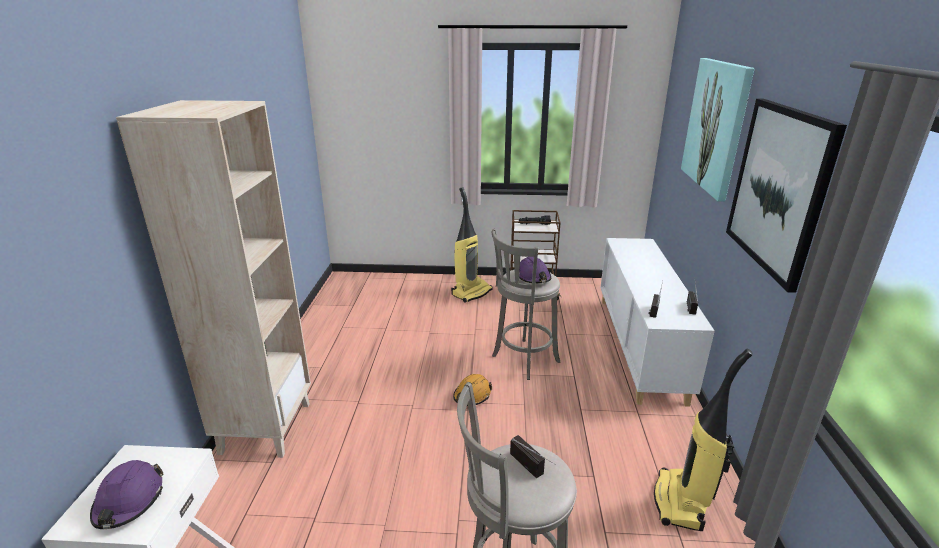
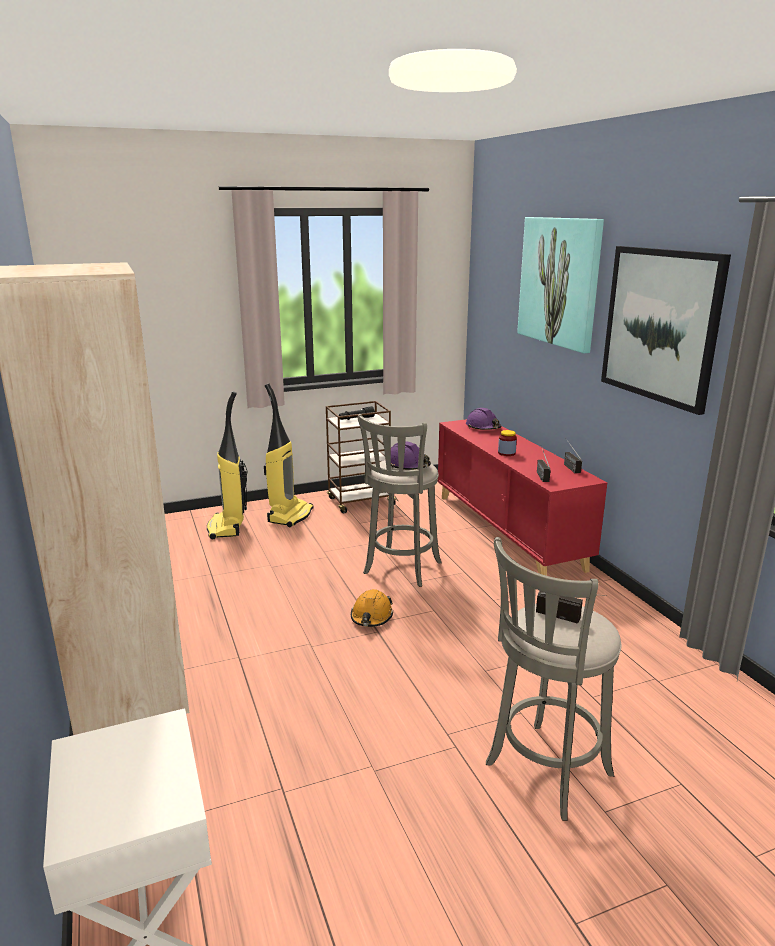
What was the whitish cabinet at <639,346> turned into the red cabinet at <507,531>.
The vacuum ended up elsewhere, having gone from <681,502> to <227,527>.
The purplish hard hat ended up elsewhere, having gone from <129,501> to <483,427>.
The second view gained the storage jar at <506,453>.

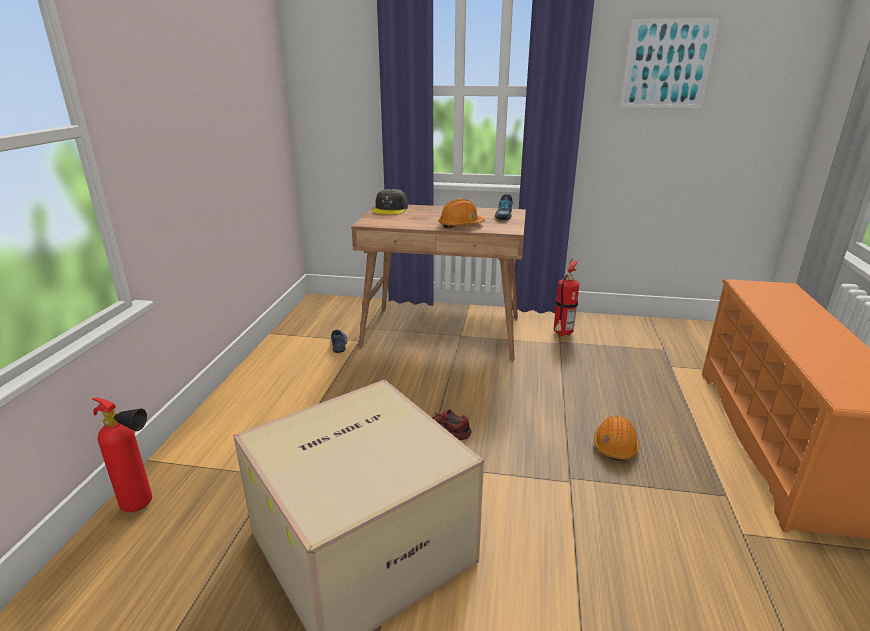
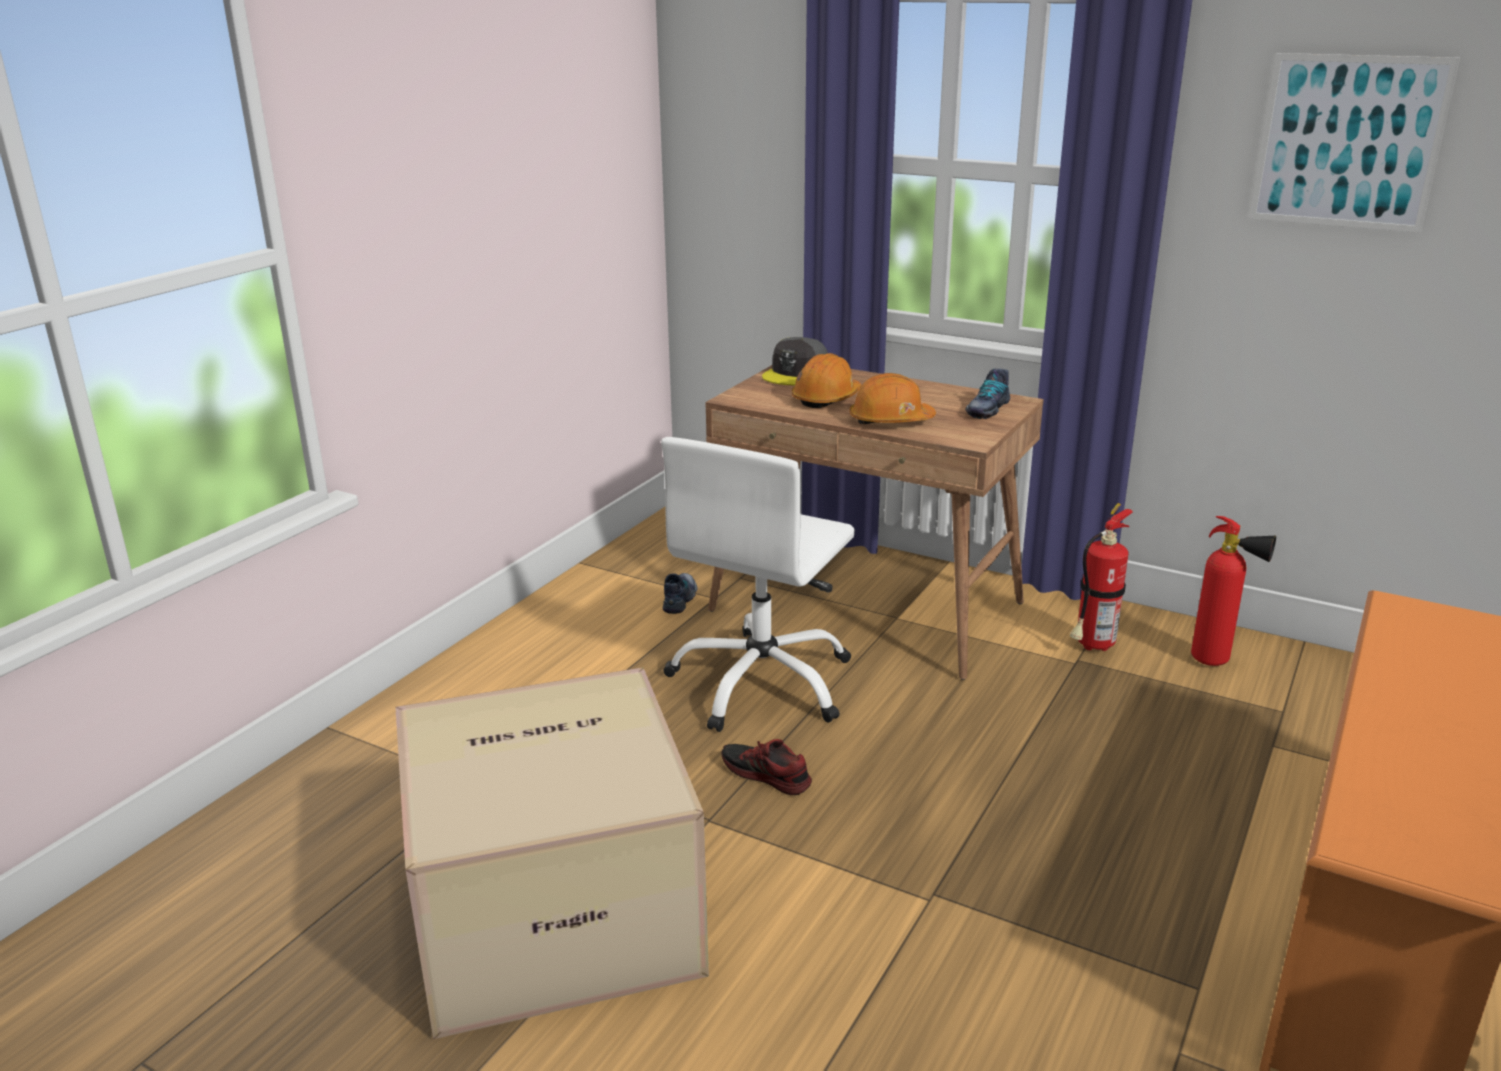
The extinguisher ended up elsewhere, having gone from <143,506> to <1218,663>.
The orangey hard hat ended up elsewhere, having gone from <615,446> to <826,398>.
The second view gained the whitish desk chair at <762,682>.

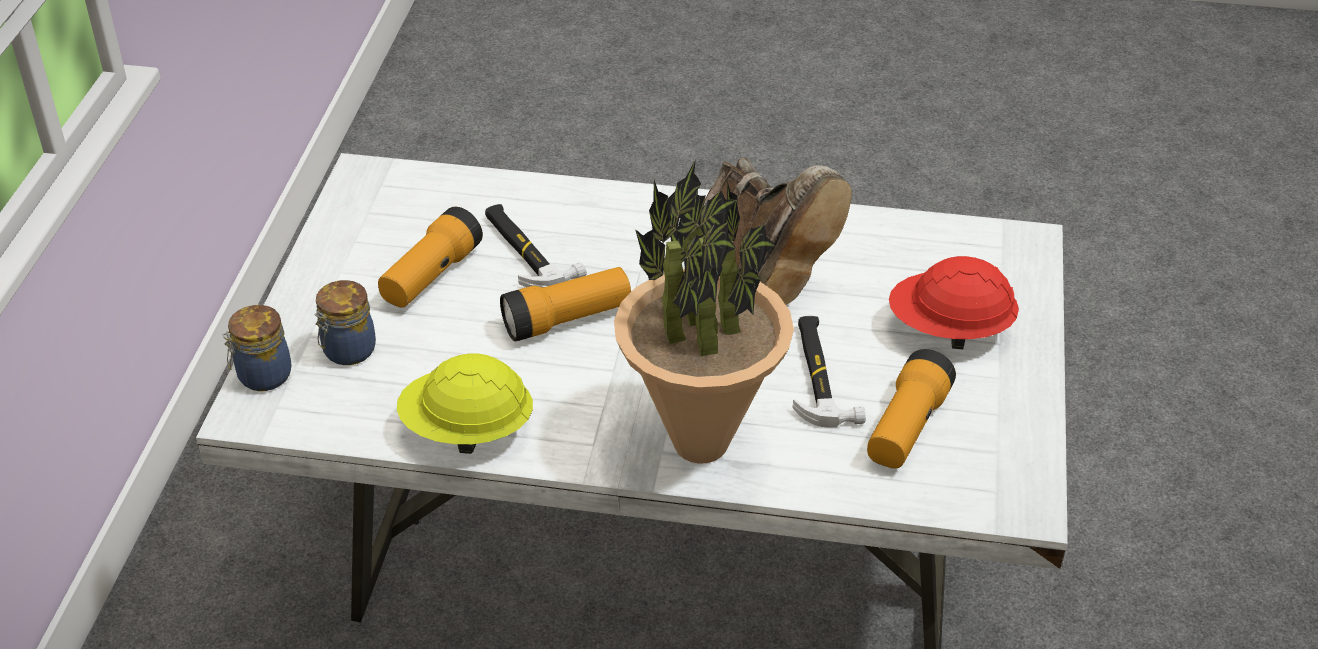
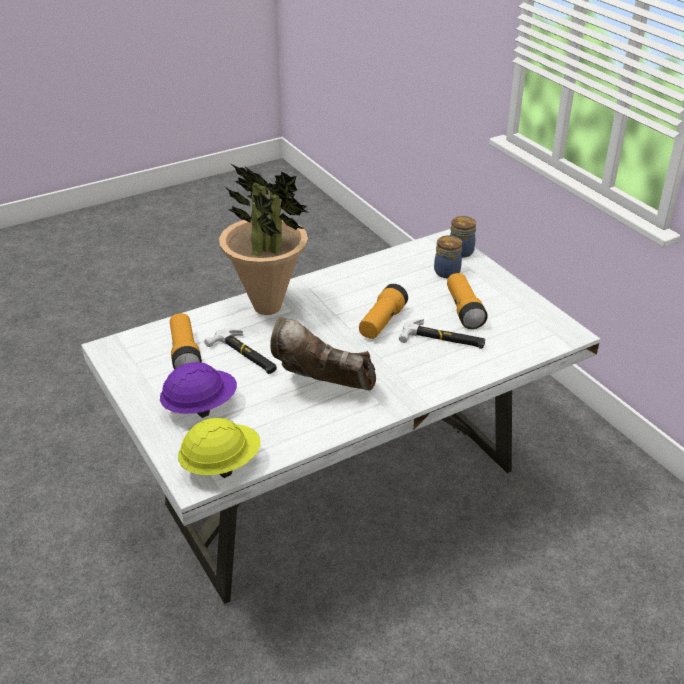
What was the red hard hat at <949,330> turned into the purplish hard hat at <200,406>.
The yellow-coloured hard hat ended up elsewhere, having gone from <467,431> to <221,464>.

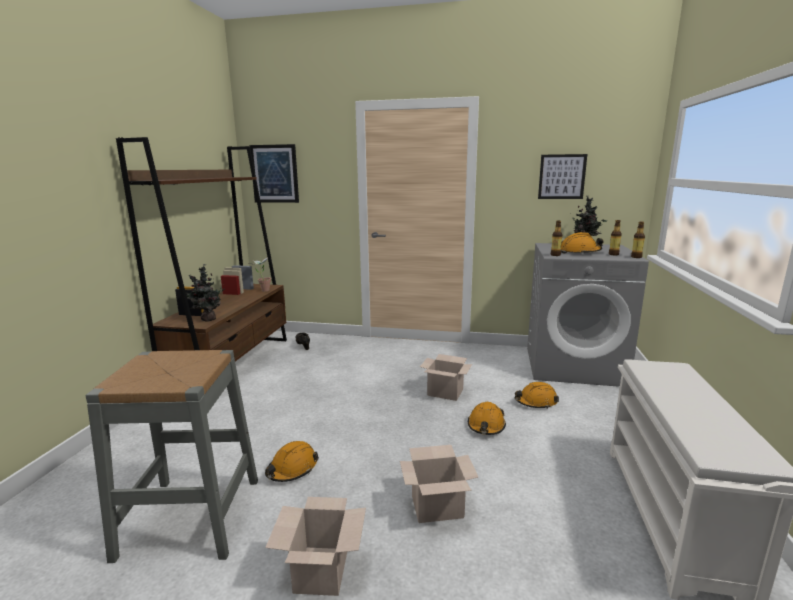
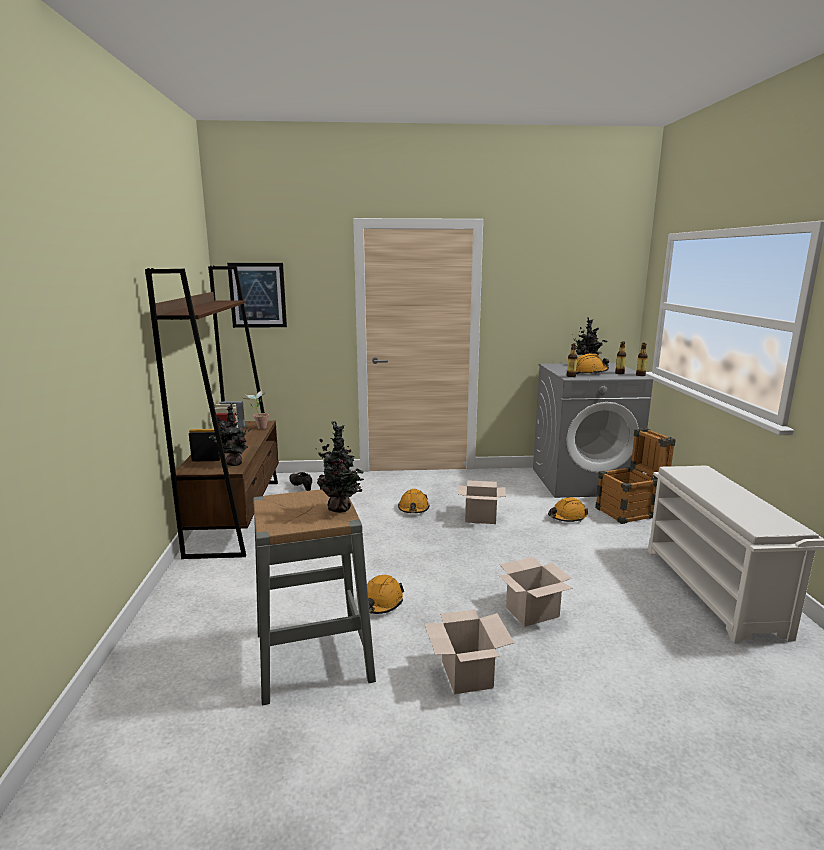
The second view lost the wall art at <562,176>.
The orangey hard hat ended up elsewhere, having gone from <486,426> to <413,508>.
The second view gained the houseplant at <341,509>.
The second view gained the packing crate at <630,512>.

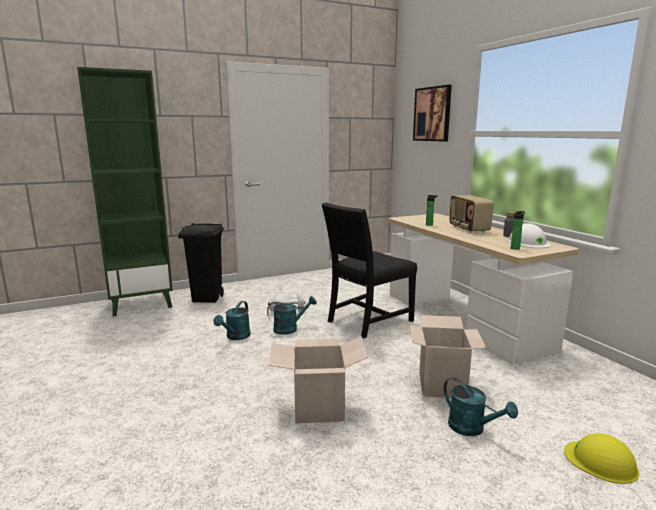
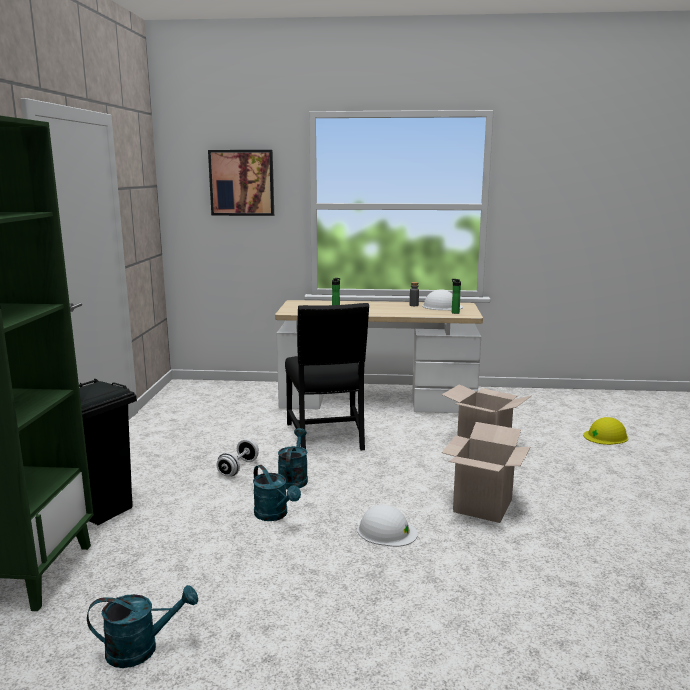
The second view lost the radio at <468,229>.
The turquoise watering can ended up elsewhere, having gone from <472,428> to <141,649>.
The second view gained the whitish hard hat at <386,531>.

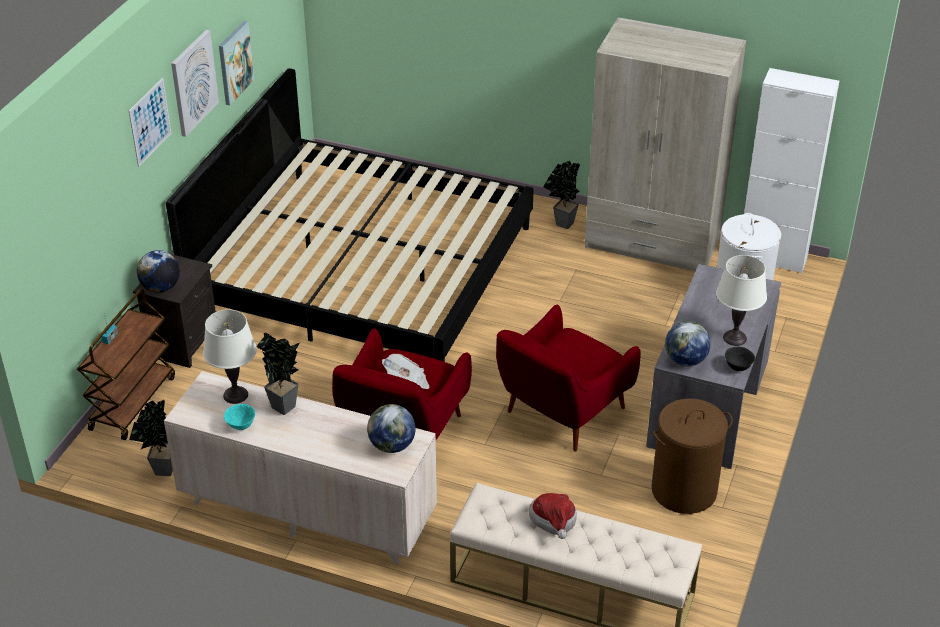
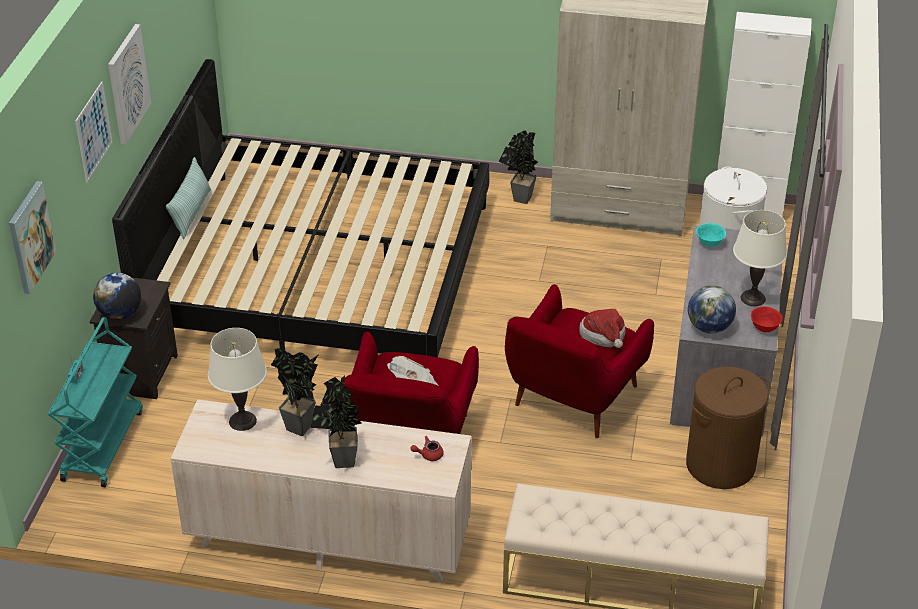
The wall art ended up elsewhere, having gone from <234,62> to <30,237>.
What was the brown trolley at <132,402> turned into the turquoise trolley at <102,444>.
What was the blackish serving bowl at <738,367> turned into the red serving bowl at <764,328>.
The houseplant ended up elsewhere, having gone from <161,472> to <342,463>.
The turquoise serving bowl ended up elsewhere, having gone from <240,426> to <709,243>.
Where the world globe stood at <392,446>, the red pot for tea came to stand at <428,455>.
The clothing hat ended up elsewhere, having gone from <554,522> to <604,337>.
The second view gained the throw pillow at <191,213>.

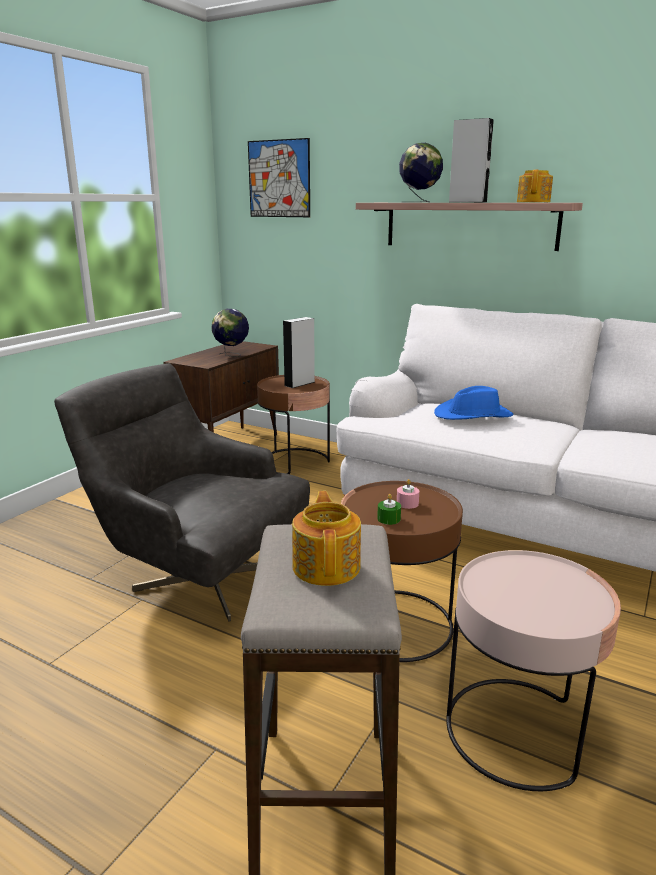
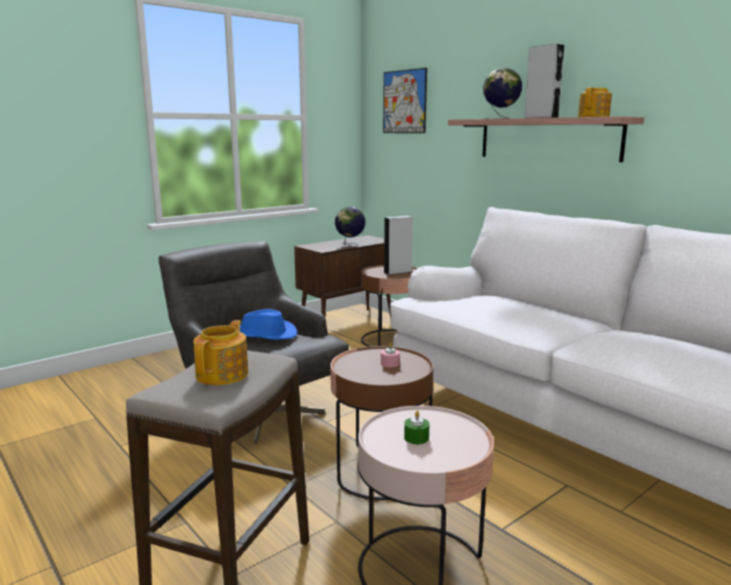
The bluish clothing hat ended up elsewhere, having gone from <473,415> to <262,335>.
The green-coloured wax light ended up elsewhere, having gone from <389,519> to <416,438>.

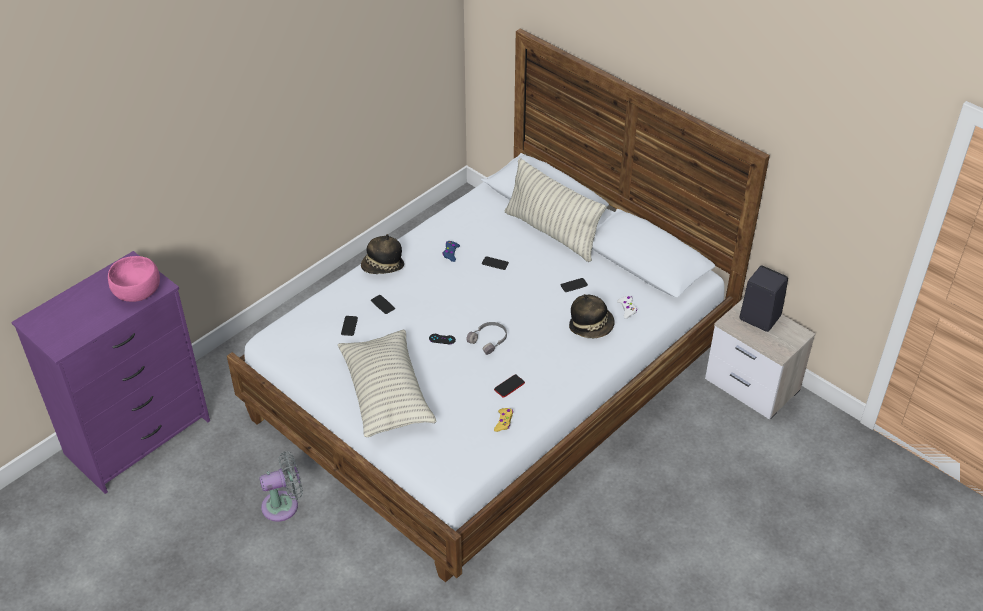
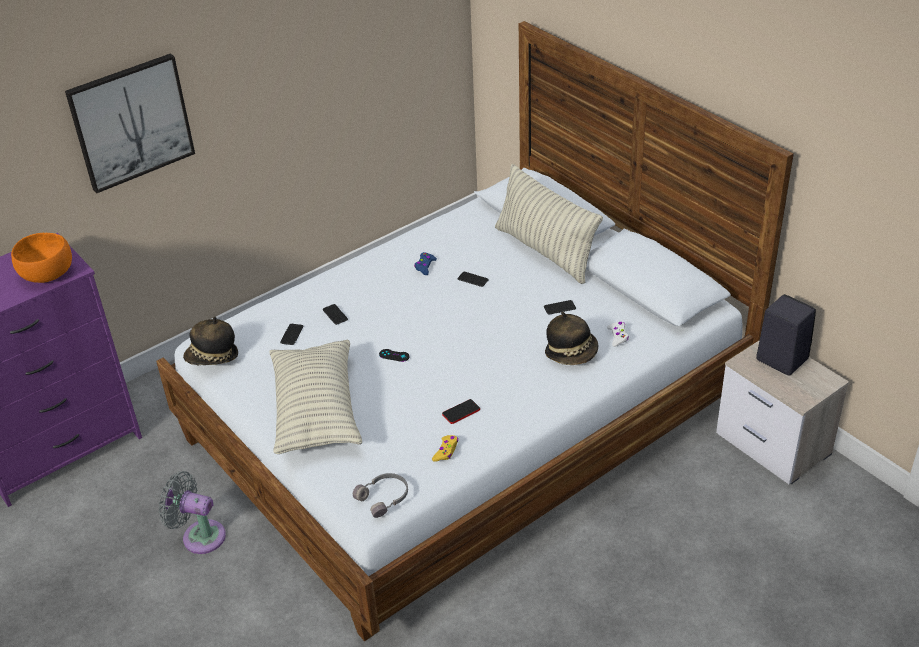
The clothing hat ended up elsewhere, having gone from <383,267> to <212,358>.
What was the pink serving bowl at <138,292> turned into the orangey serving bowl at <48,274>.
The gray headset ended up elsewhere, having gone from <489,340> to <384,498>.
The gray electric fan at <284,505> ended up facing another way, 150 degrees counterclockwise from before.
The second view gained the wall art at <131,122>.

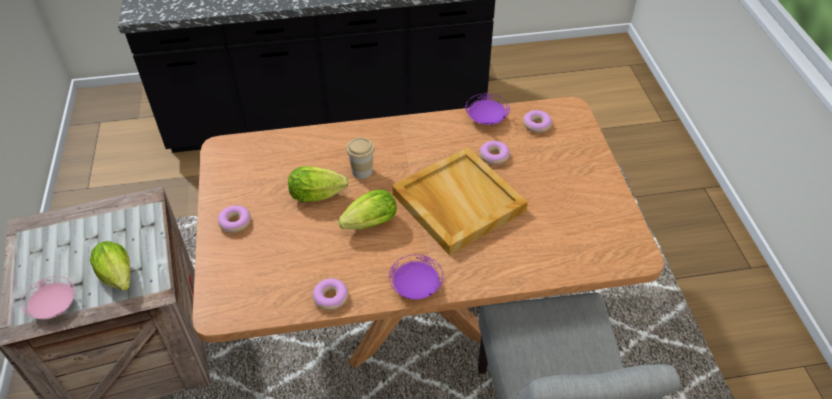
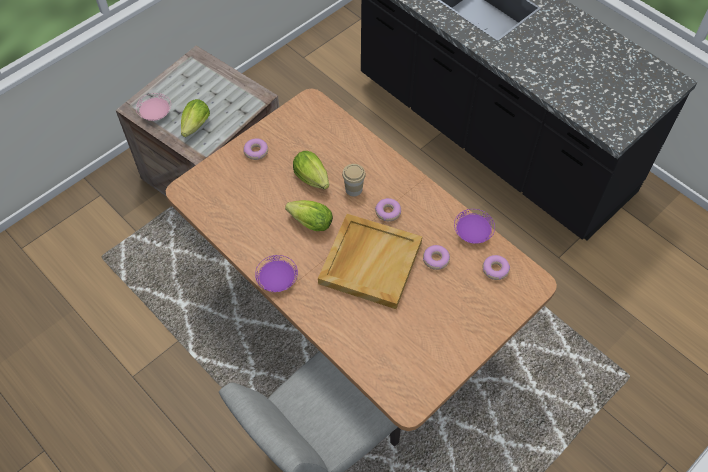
The donut ended up elsewhere, having gone from <330,297> to <388,212>.

